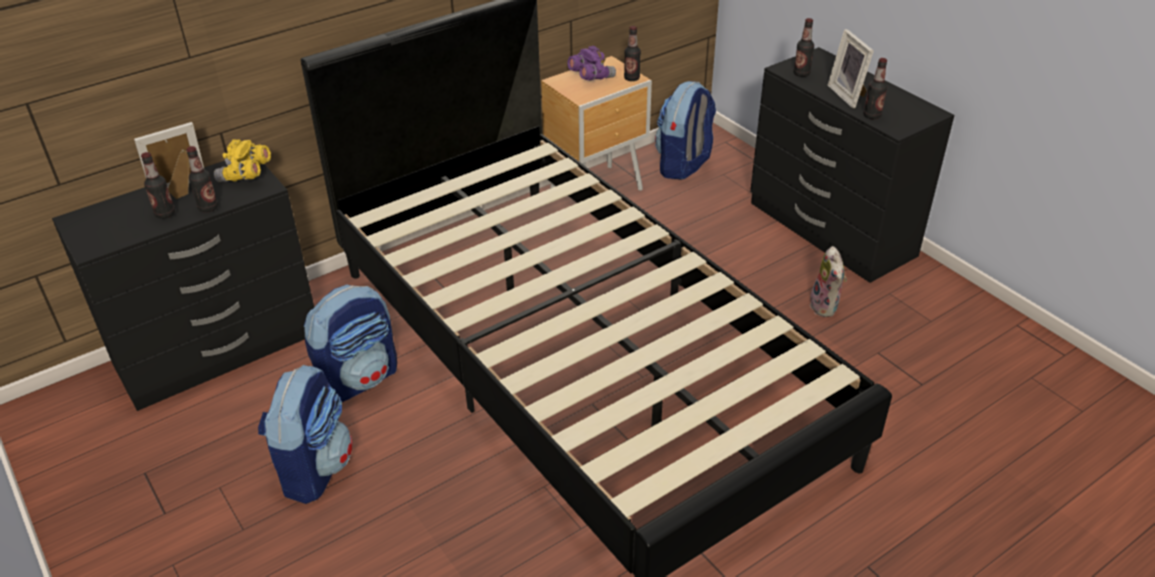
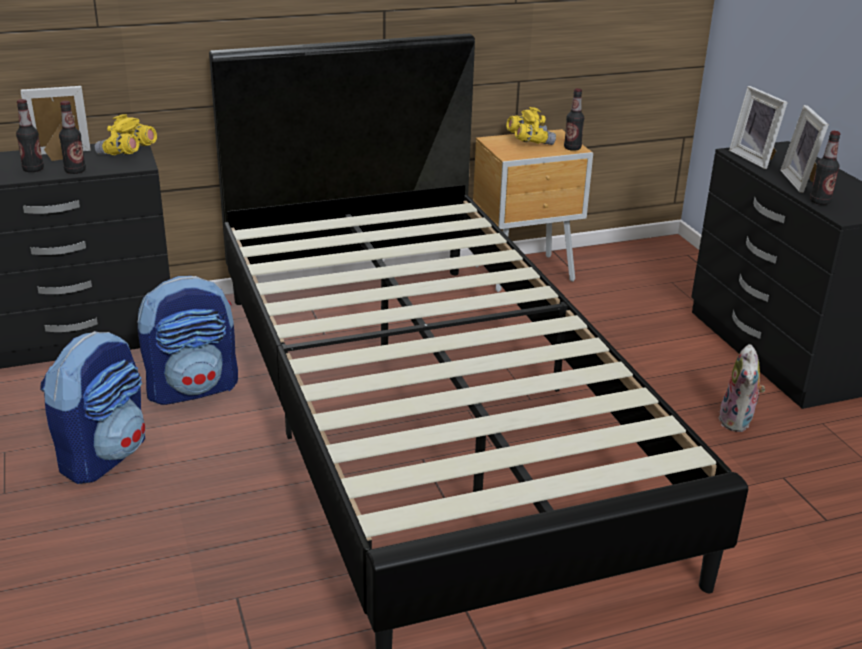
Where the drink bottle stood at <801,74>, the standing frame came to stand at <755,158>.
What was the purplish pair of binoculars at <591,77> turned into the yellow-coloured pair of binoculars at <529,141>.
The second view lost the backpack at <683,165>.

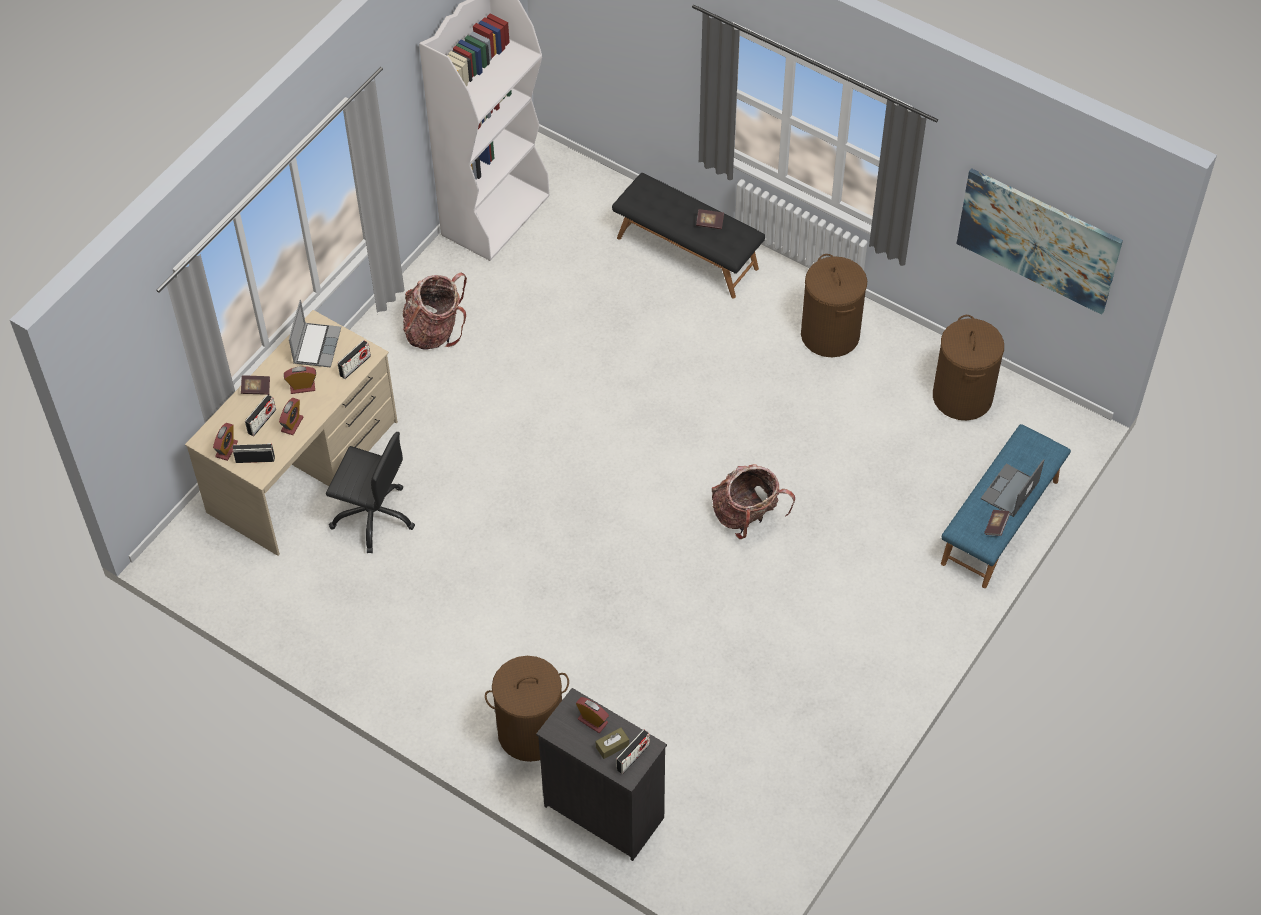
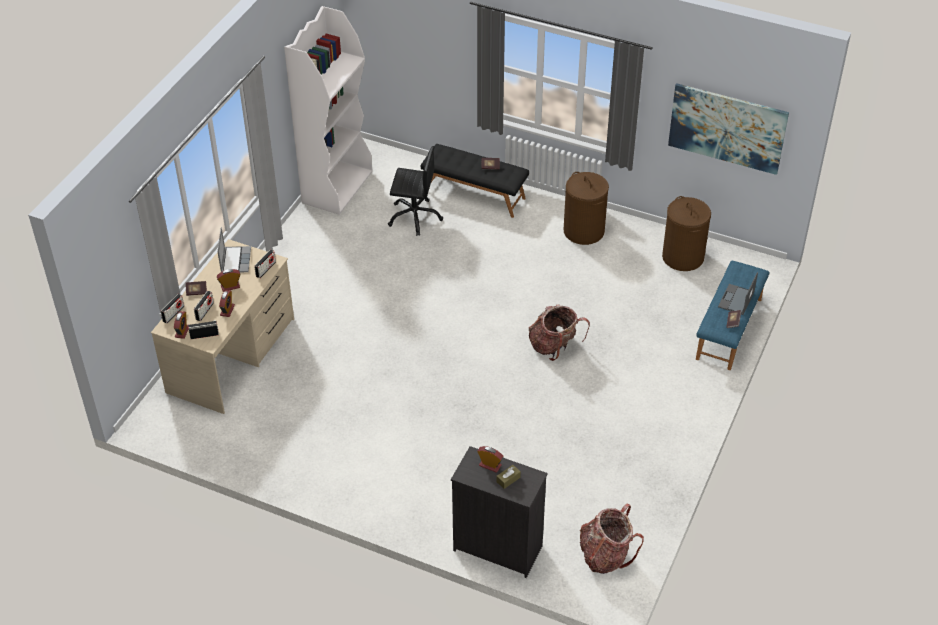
The backpack ended up elsewhere, having gone from <435,330> to <605,555>.
The blackish desk chair ended up elsewhere, having gone from <373,516> to <414,217>.
The second view lost the brown hamper at <530,733>.
The radio ended up elsewhere, having gone from <633,757> to <173,314>.

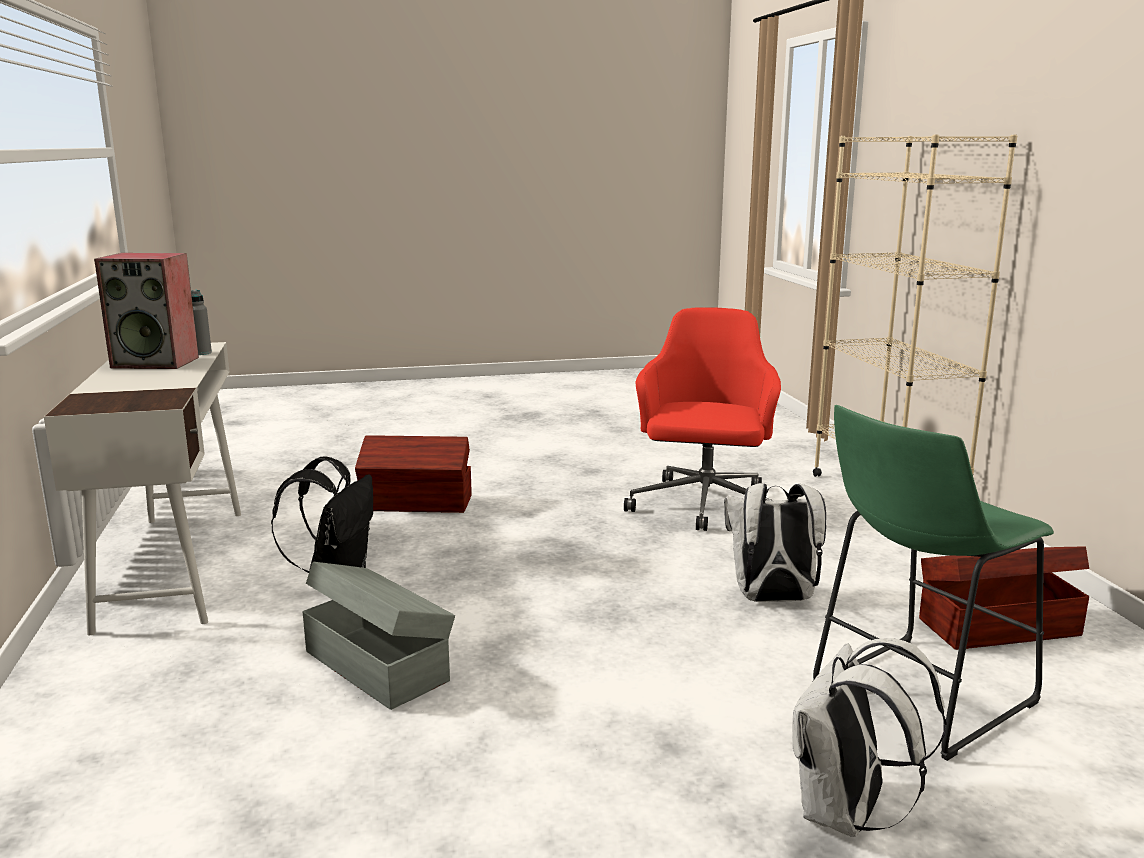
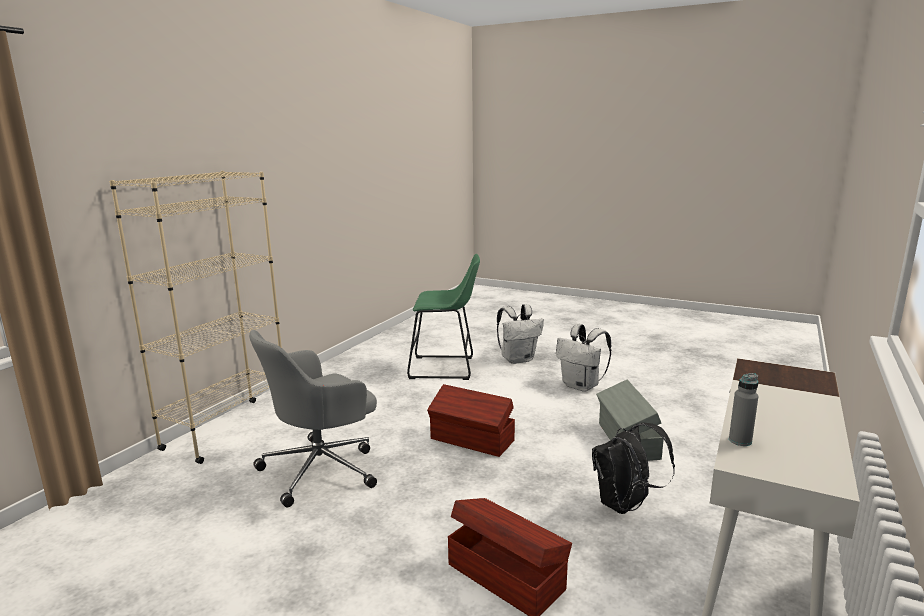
The second view lost the audio speaker at <157,362>.
What was the red desk chair at <703,506> turned into the gray desk chair at <322,469>.
The whitish backpack ended up elsewhere, having gone from <772,599> to <582,386>.
The brown storage box ended up elsewhere, having gone from <996,626> to <472,440>.

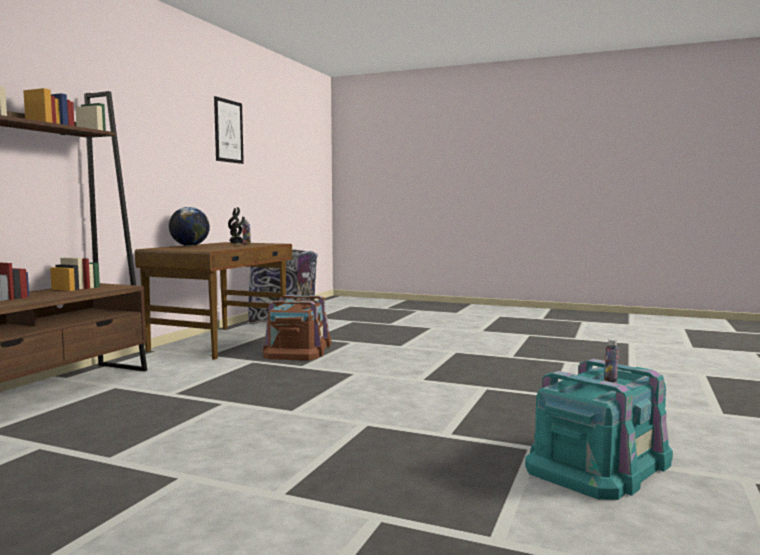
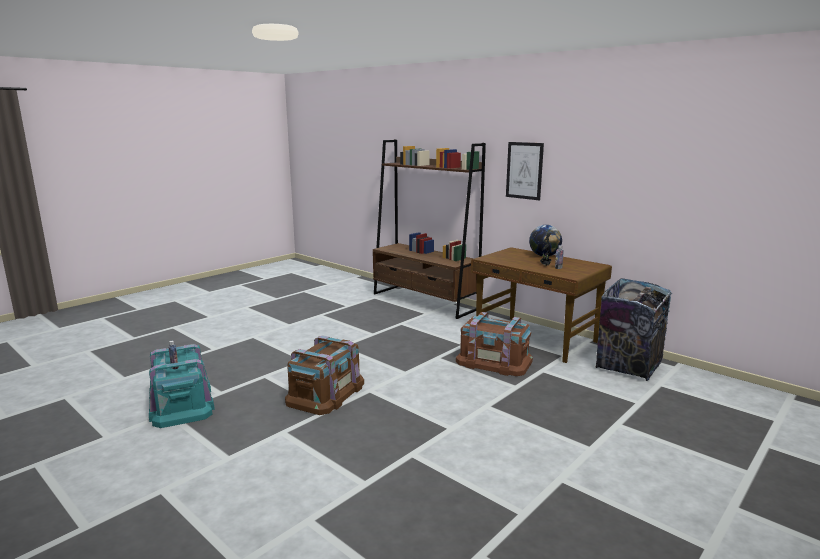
The wall art ended up elsewhere, having gone from <228,131> to <524,170>.
The second view gained the brown storage box at <326,393>.

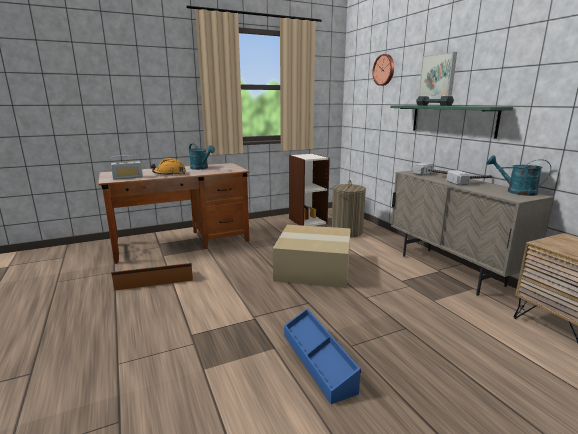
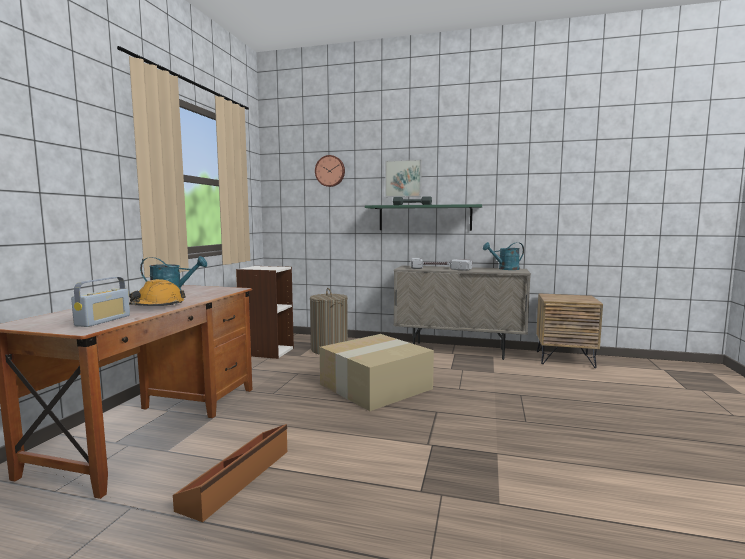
The second view lost the bluish storage box at <318,361>.

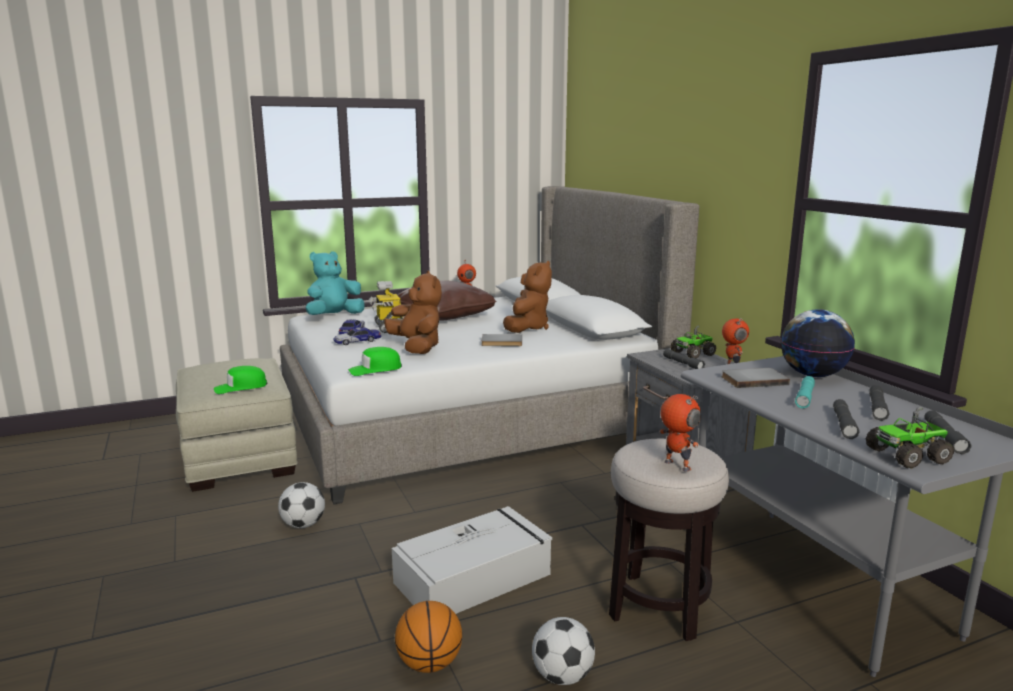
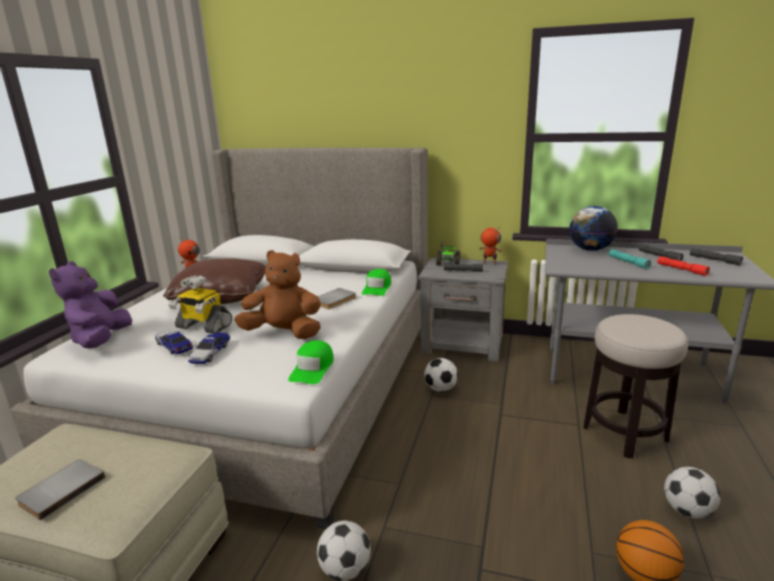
What was the turquoise plush toy at <334,316> turned into the purplish plush toy at <101,340>.
The second view lost the brown plush toy at <527,328>.
The green-coloured peaked cap ended up elsewhere, having gone from <240,387> to <377,288>.
The gray book ended up elsewhere, having gone from <753,380> to <60,489>.
The second view lost the robot figure at <676,466>.
What was the gray torch at <843,424> turned into the red torch at <681,270>.
The second view lost the model truck at <908,456>.
The second view lost the gray storage box at <474,577>.
The second view gained the football ball at <441,389>.

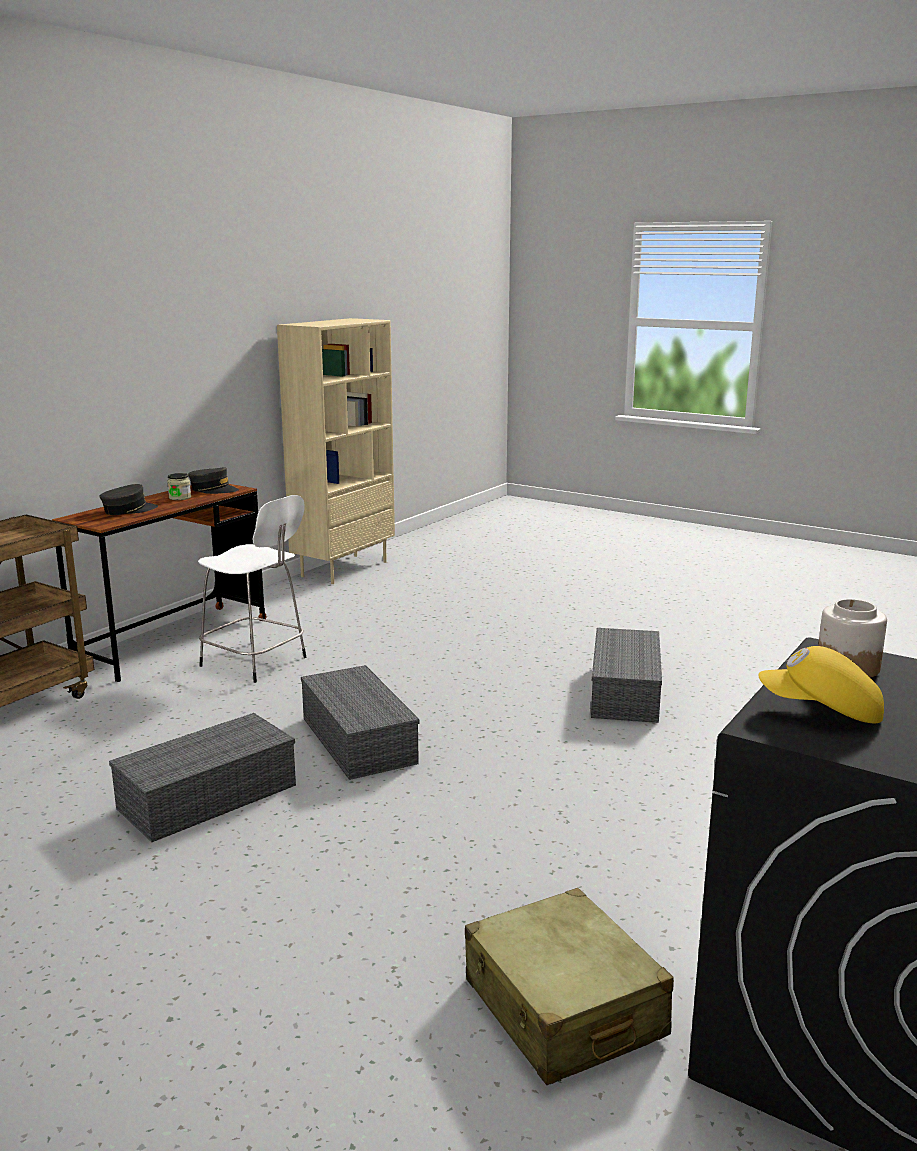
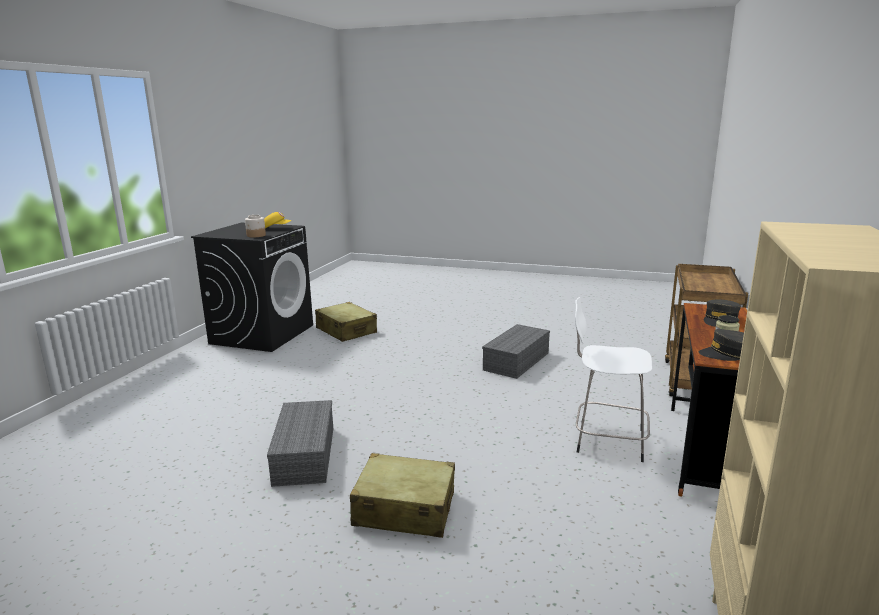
The second view lost the gray storage box at <356,739>.
The second view gained the sand-coloured suitcase at <404,509>.

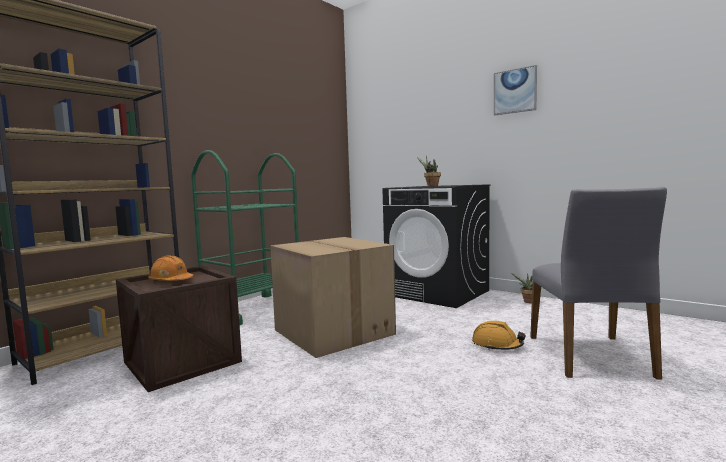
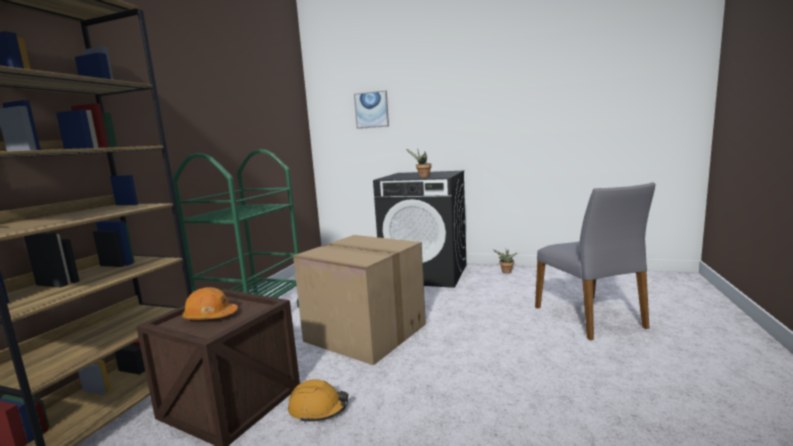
The wall art ended up elsewhere, having gone from <515,91> to <371,110>.
The orangey hard hat ended up elsewhere, having gone from <497,345> to <318,409>.

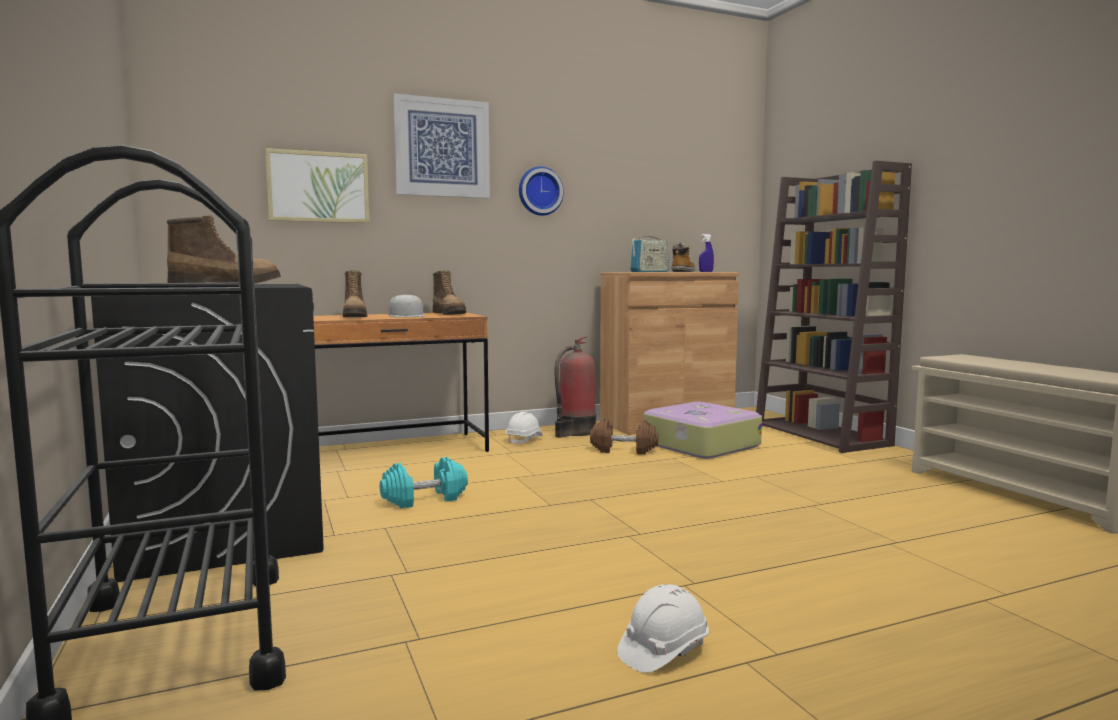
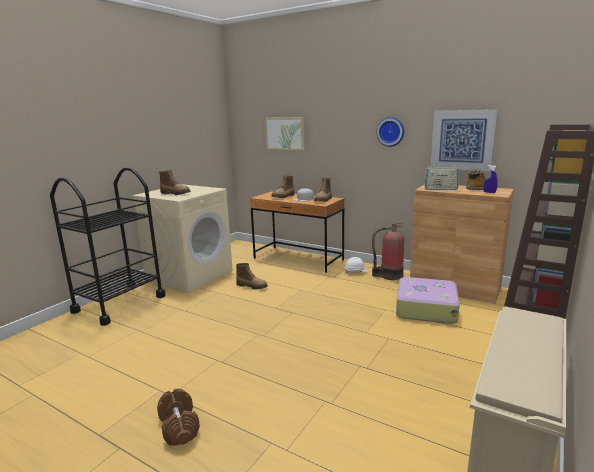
The wall art ended up elsewhere, having gone from <442,148> to <462,140>.
What was the blackish laundry machine at <227,532> turned into the sand-coloured laundry machine at <190,275>.
The brown free weight ended up elsewhere, having gone from <624,450> to <179,426>.
Where the turquoise free weight stood at <424,499>, the boot came to stand at <252,286>.
The second view lost the whitish hard hat at <663,650>.

